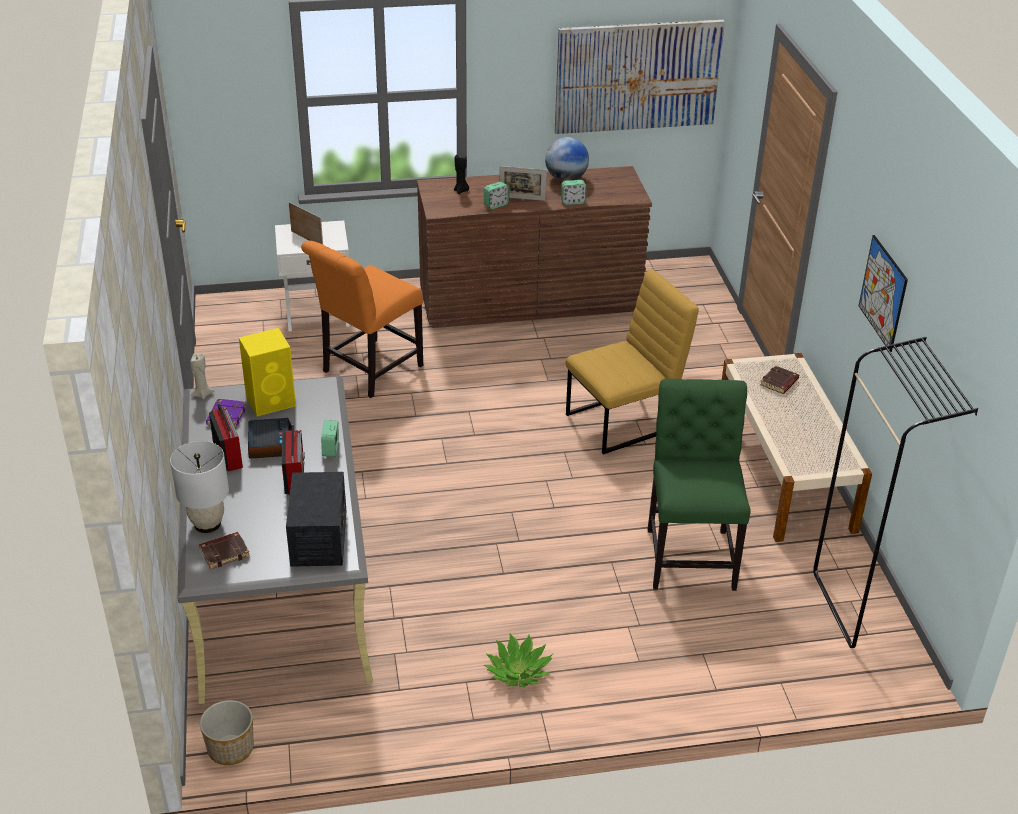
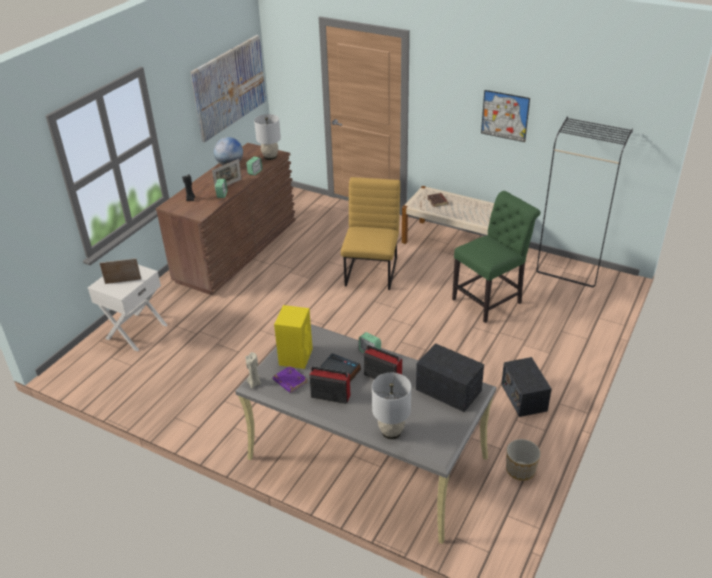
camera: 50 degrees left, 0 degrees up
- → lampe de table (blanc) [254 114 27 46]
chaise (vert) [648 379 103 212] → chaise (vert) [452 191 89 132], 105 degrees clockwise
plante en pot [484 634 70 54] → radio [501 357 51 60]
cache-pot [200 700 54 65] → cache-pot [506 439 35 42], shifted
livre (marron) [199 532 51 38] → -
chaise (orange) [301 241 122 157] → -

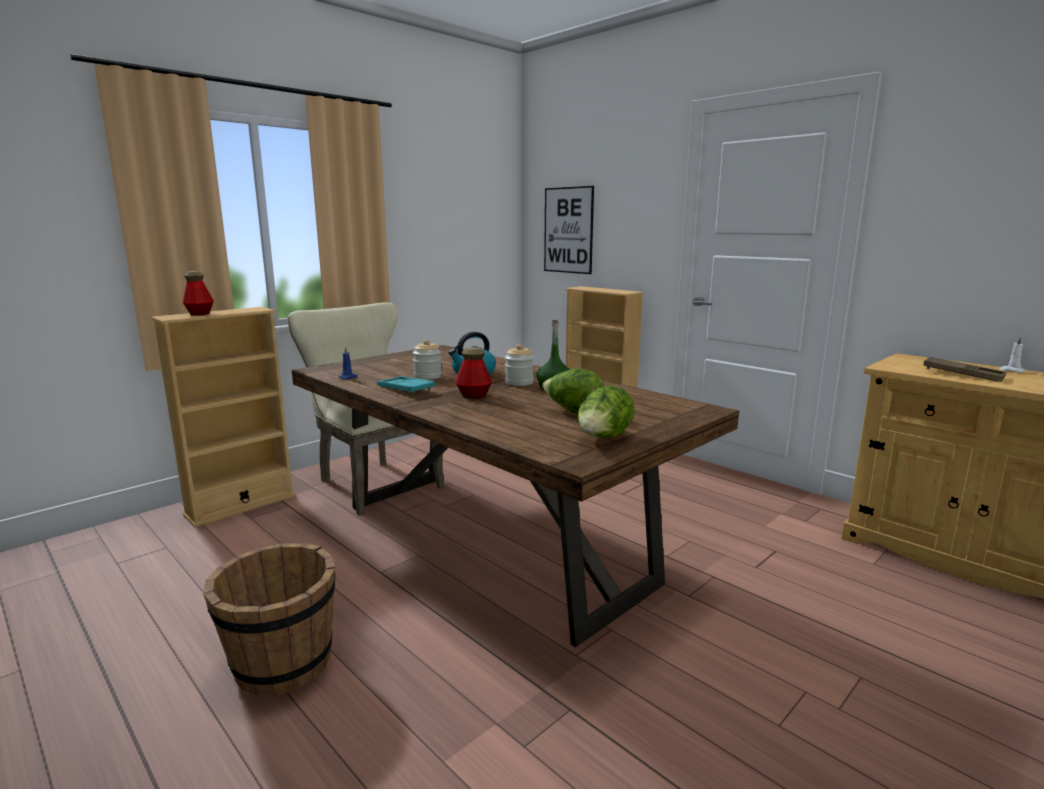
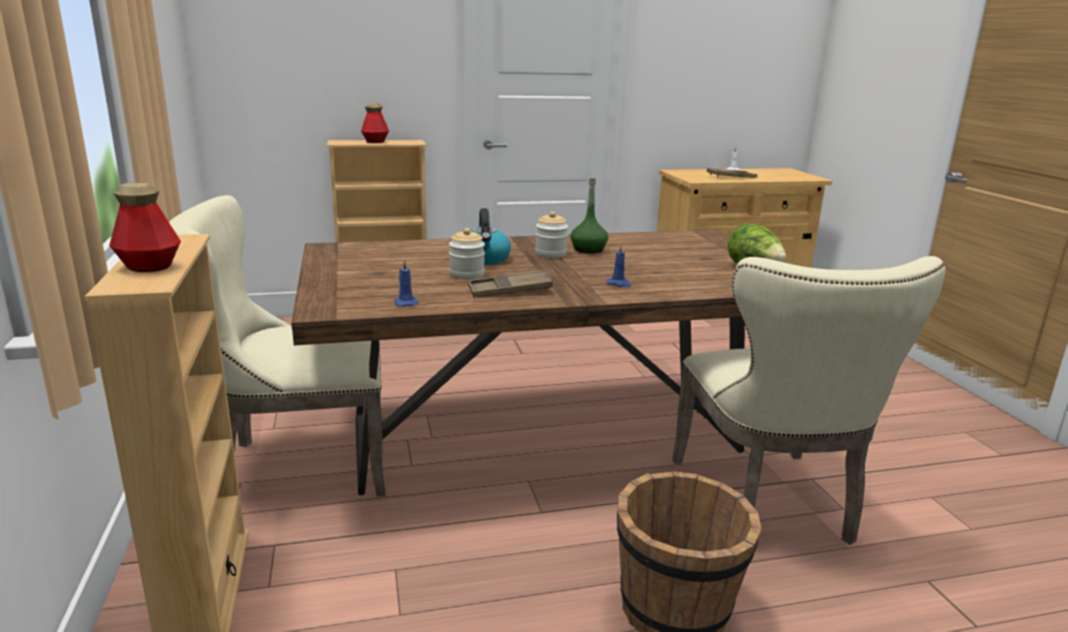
camera: 60 degrees left, 5 degrees up
bouteille [455 347 37 51] → bouteille [361 103 28 40], shifted
plateau (turquoise) [377 376 58 18] → plateau (marron) [468 270 85 27]
- → bougie (bleu) [607 244 24 43]
- → chaise (beige) [672 256 274 289]
laitue [543 368 61 46] → -
tableau [544 186 50 88] → -

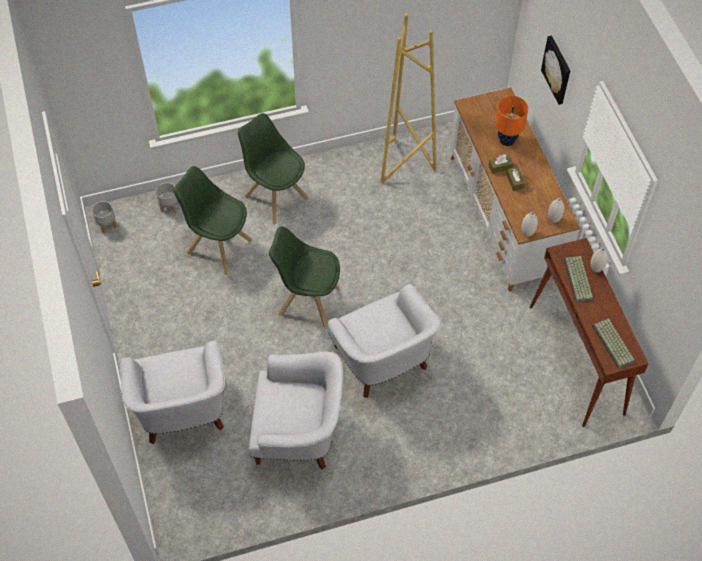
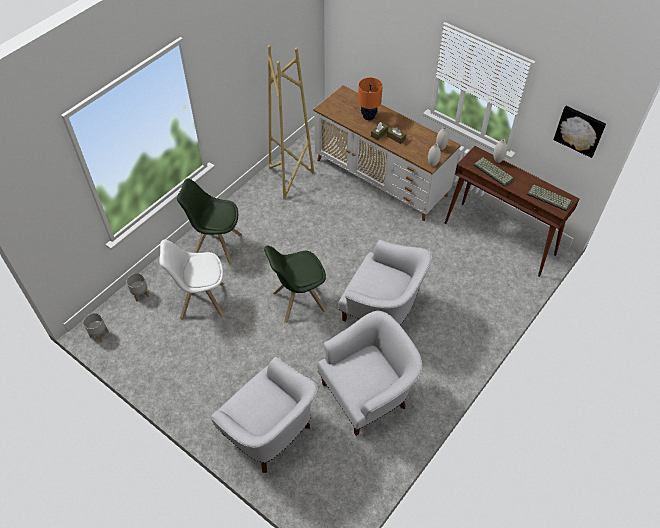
camera: 35 degrees left, 5 degrees down
chaise (vert) [174 166 78 108] → chaise (blanc) [159 240 65 79]
tableau [541 36 29 69] → tableau [553 106 53 52], shifted

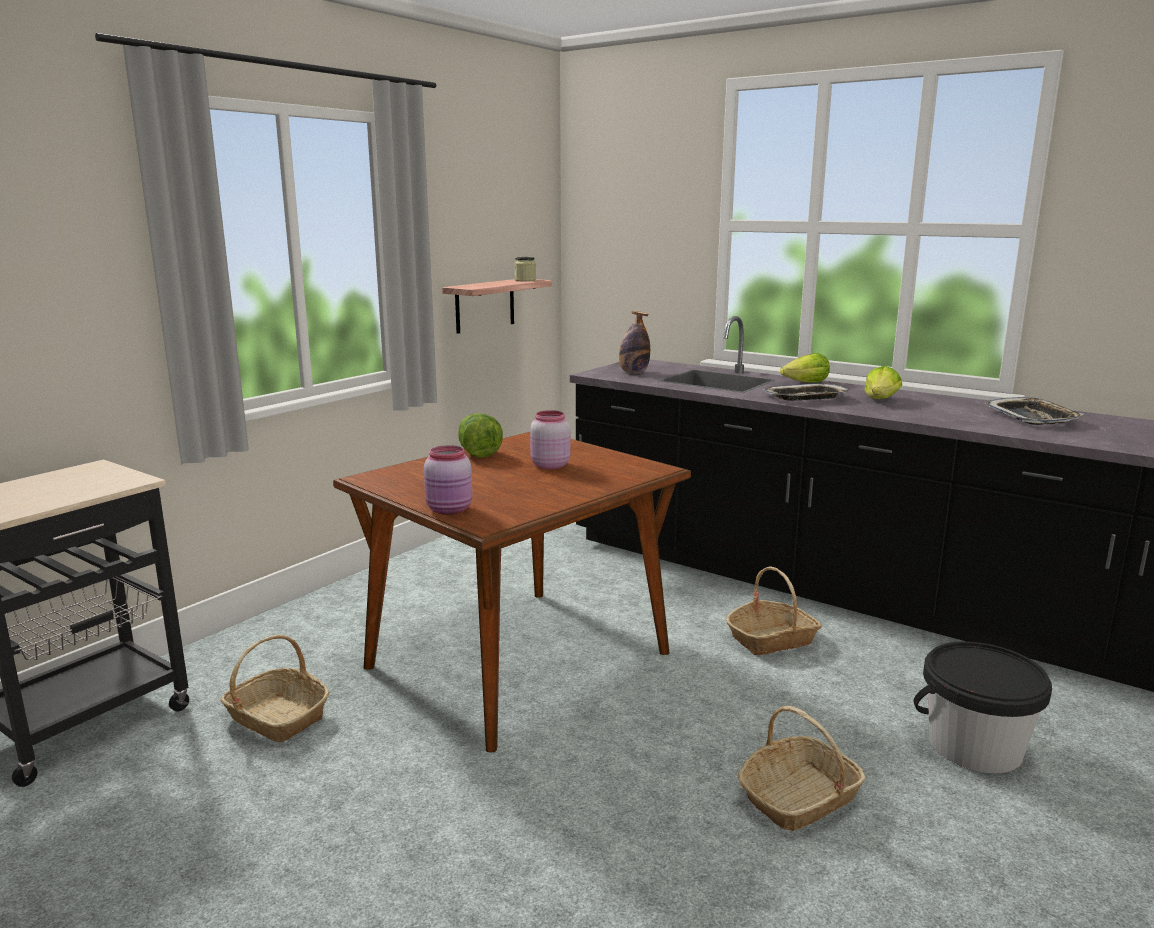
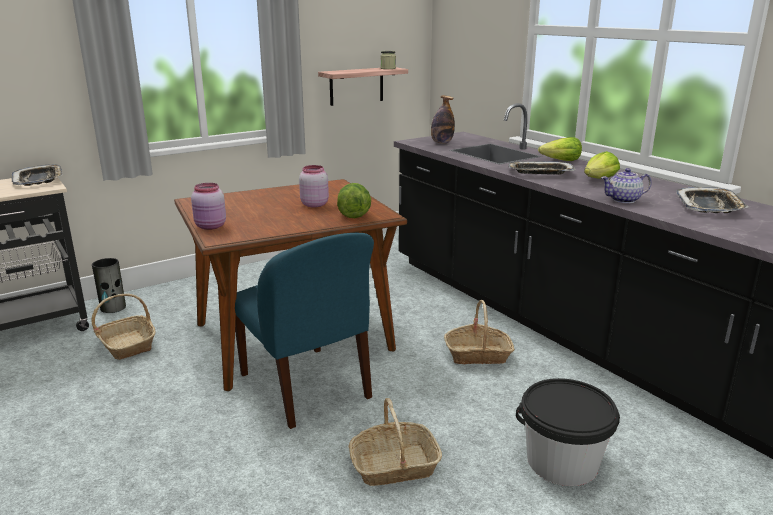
camera: 20 degrees right, 5 degrees up
- → plateau [12 164 51 22]
- → vase [92 258 34 55]
- → chaise (bleu) [235 233 139 196]
laitue [458 414 45 44] → laitue [337 183 34 35], shifted
- → théière [601 168 51 35]

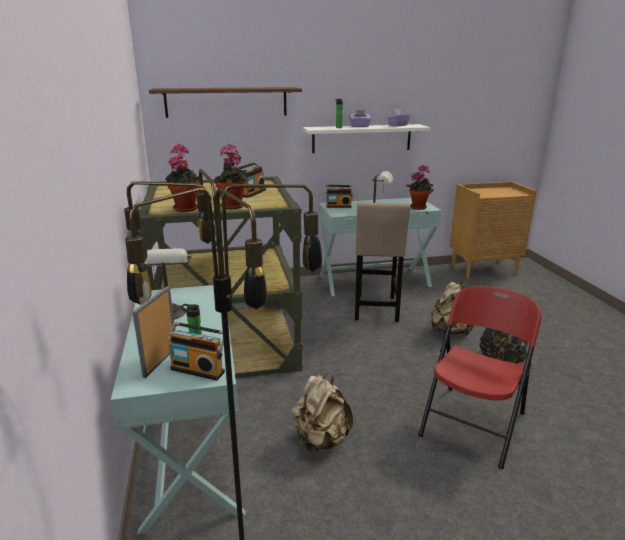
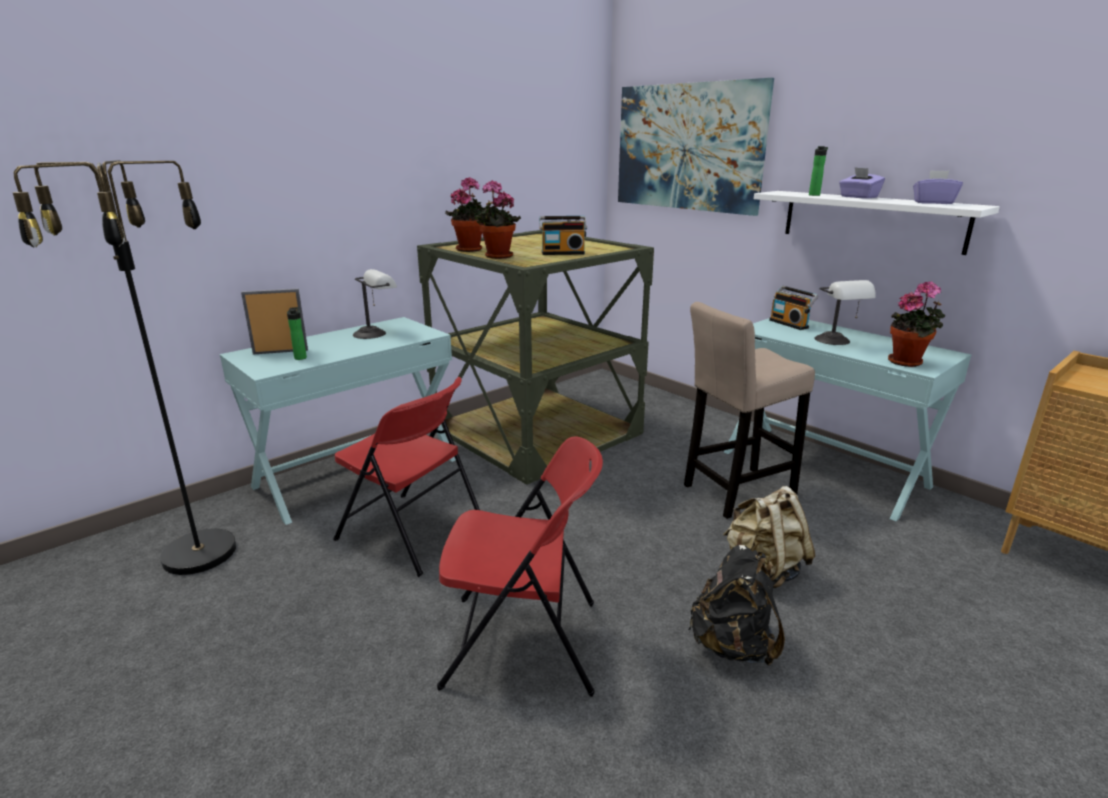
camera: 60 degrees right, 0 degrees up
sac à dos (beige) [292 373 61 79] → chaise (rouge) [333 377 147 200]
étagère [149 87 153 31] → tableau [618 78 156 138]
radio [168 322 57 59] → -

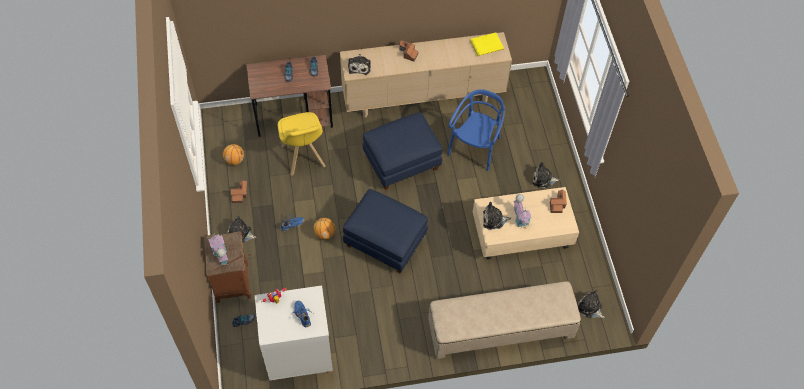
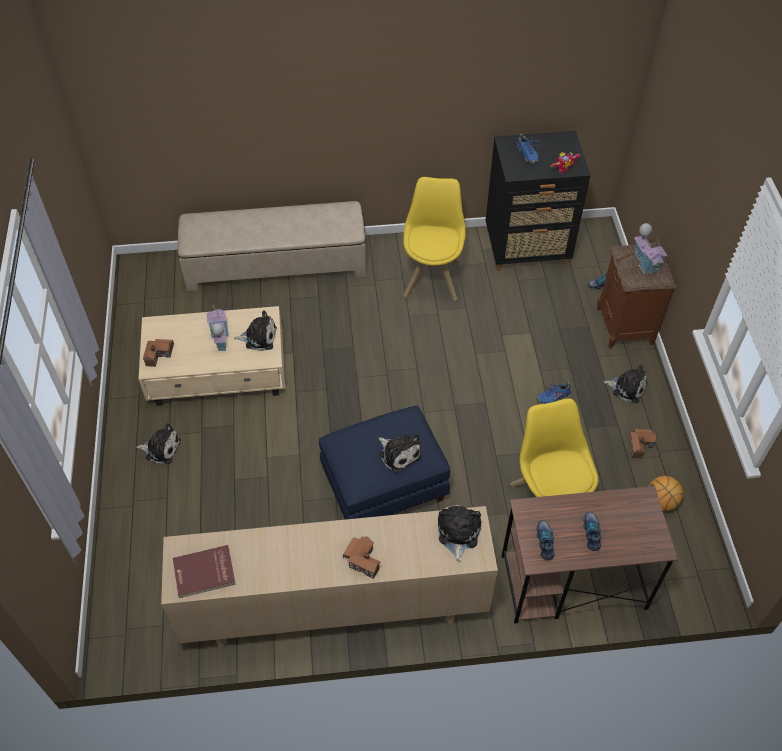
camera: 175 degrees left, 5 degrees down
livre (jaune) [470 32 34 24] → livre (rouge) [173 545 63 53]
peluche [577 290 28 29] → peluche [378 434 44 39], shifted
- → chaise (jaune) [403 177 63 124]
commode (blanc) [254 285 79 97] → commode (noir) [486 131 105 140]
ballon de basket [313 218 22 22] → -
pouf (bleu) [343 189 85 85] → -
chaise (bleu) [447 89 58 82] → -

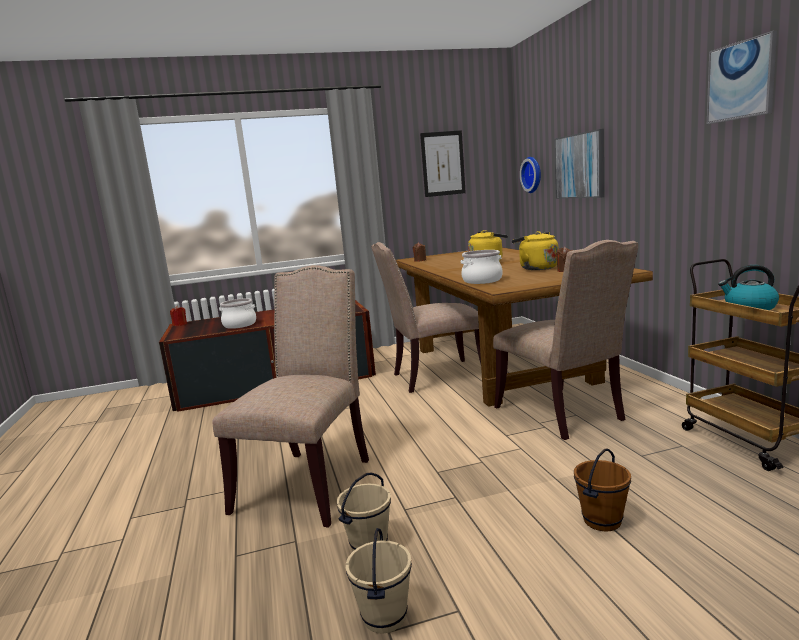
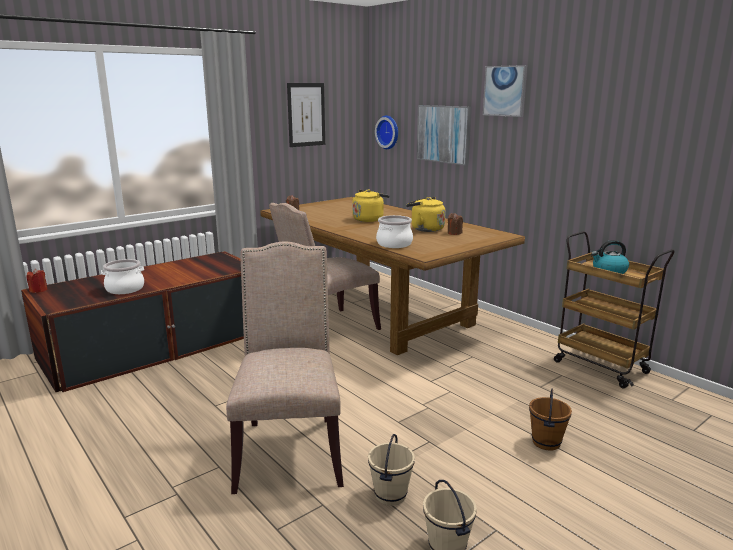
camera: 25 degrees left, 5 degrees up
tableau [707 30 70 94] → tableau [483 65 44 52], shifted
chaise (beige) [493 240 145 200] → -

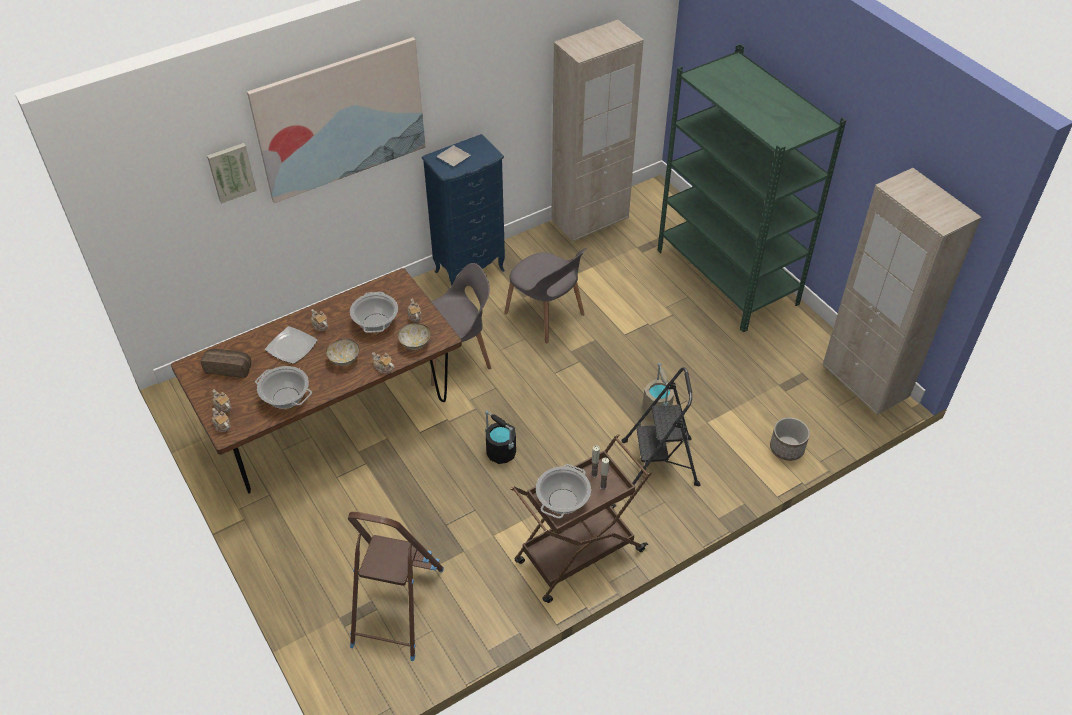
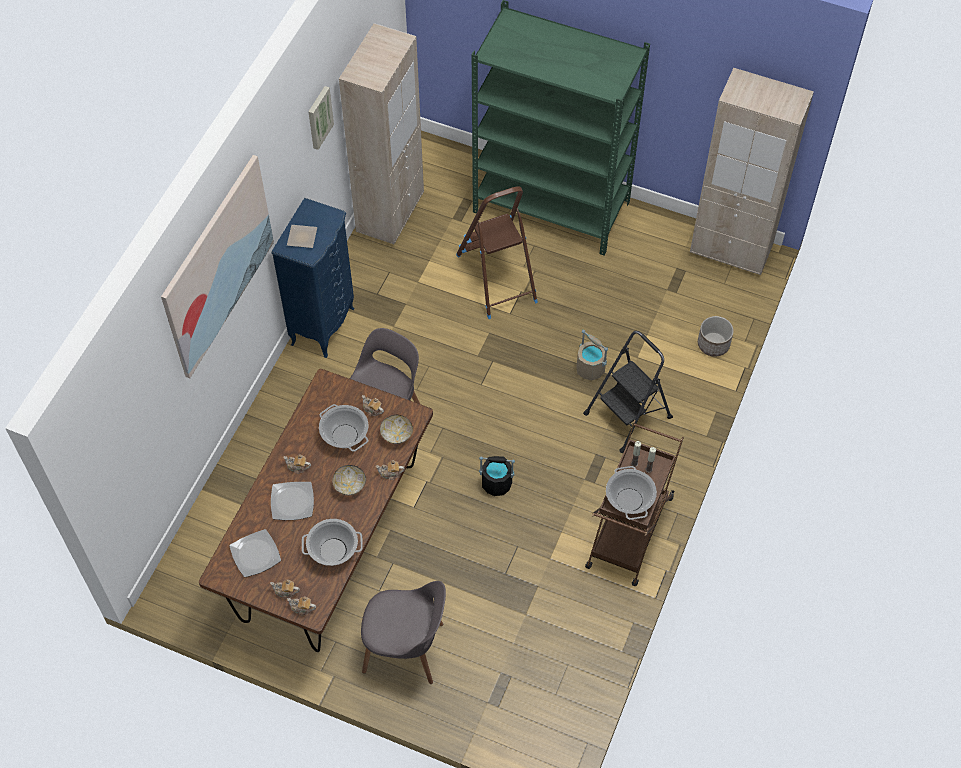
camera: 35 degrees left, 10 degrees up
pain [201 349 50 29] → assiette [229 529 52 48]
tableau [207 143 50 61] → tableau [308 86 26 64], shifted
chaise (gris) [504 248 83 95] → chaise (gris) [361 581 85 103], shifted
escabeau (marron) [348 512 96 149] → escabeau (marron) [456 186 82 133], shifted

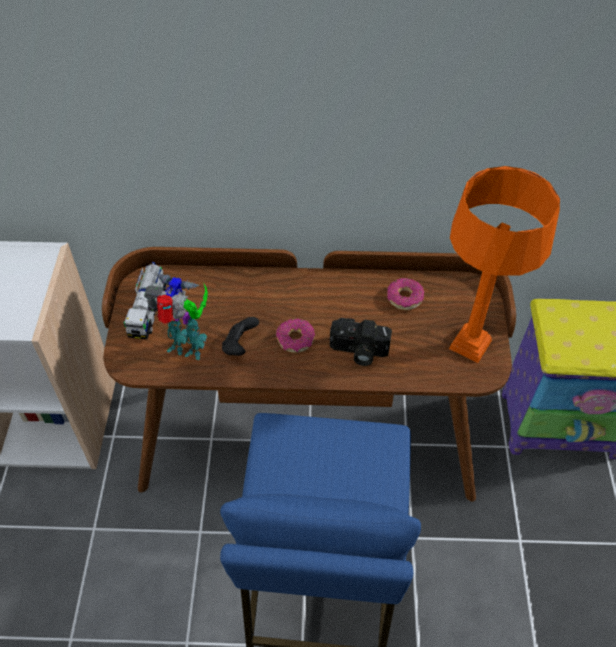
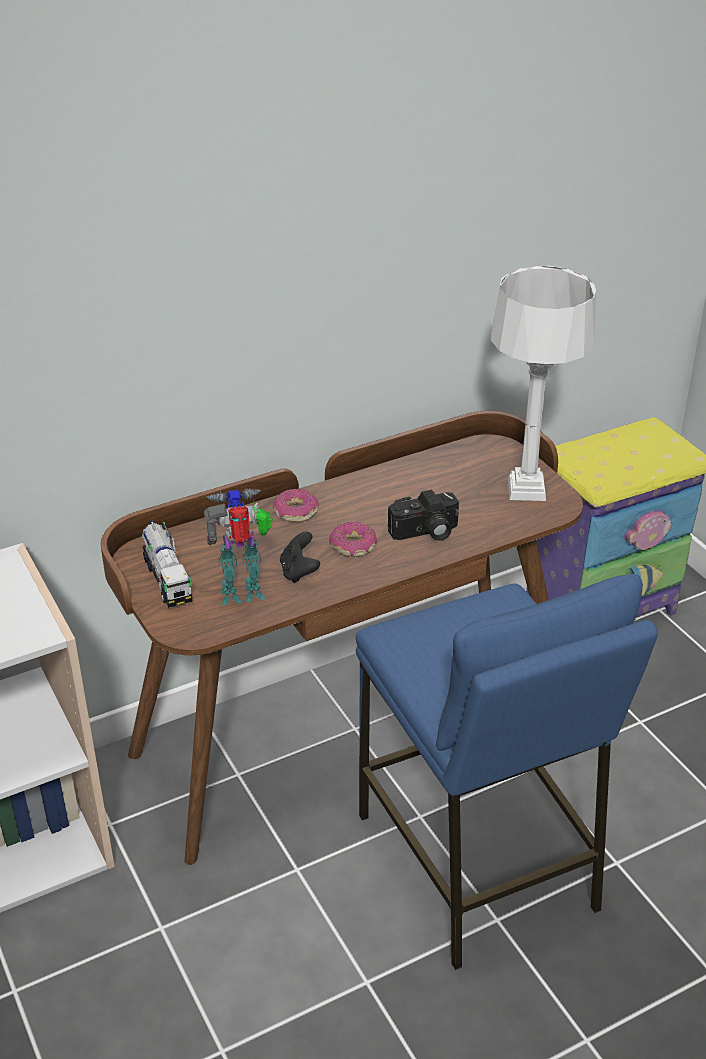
camera: 30 degrees left, 15 degrees down
beignet [387 278 37 32] → beignet [273 489 46 33], shifted
lampe de table (orange) [449 166 111 197] → lampe de table (blanc) [491 266 105 235]

